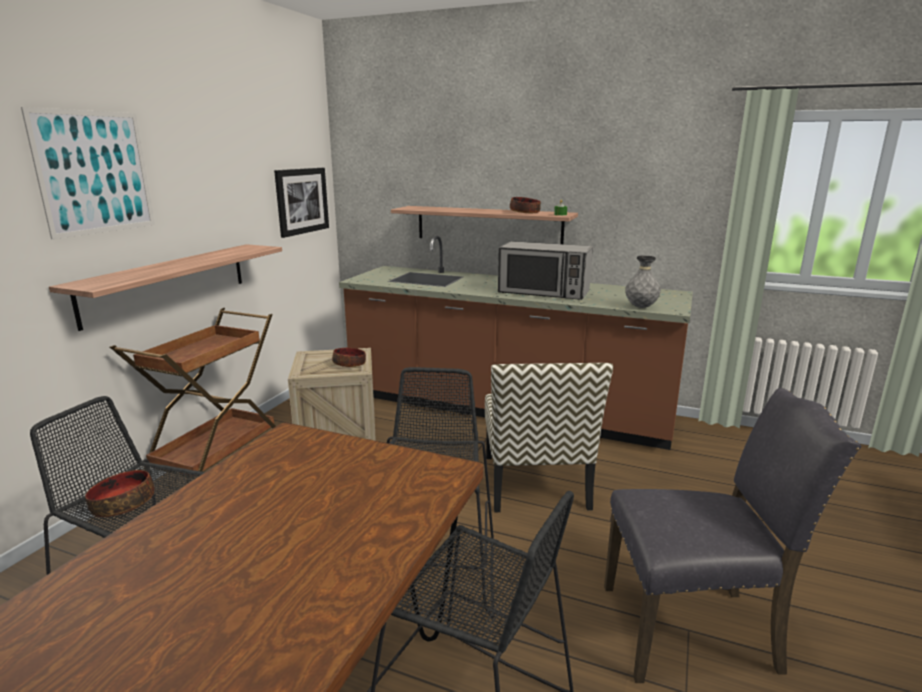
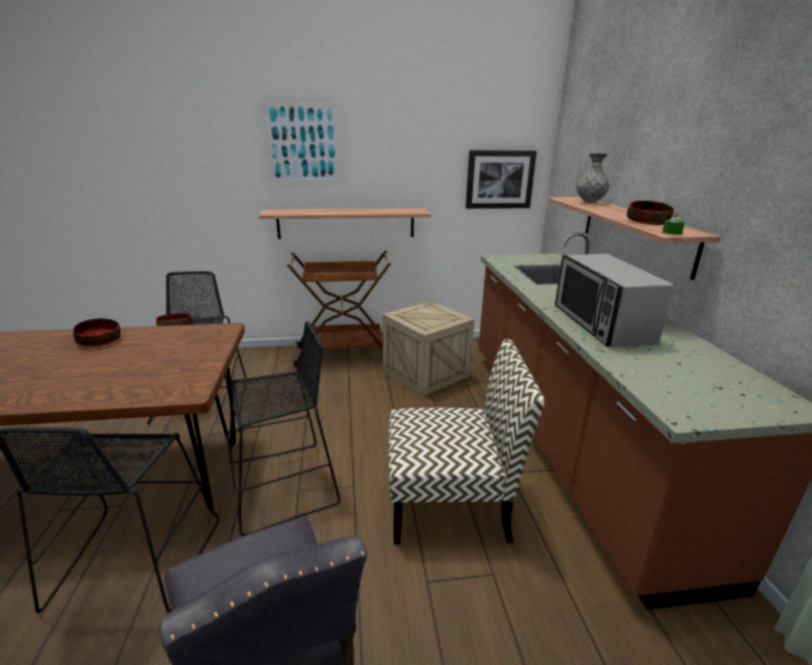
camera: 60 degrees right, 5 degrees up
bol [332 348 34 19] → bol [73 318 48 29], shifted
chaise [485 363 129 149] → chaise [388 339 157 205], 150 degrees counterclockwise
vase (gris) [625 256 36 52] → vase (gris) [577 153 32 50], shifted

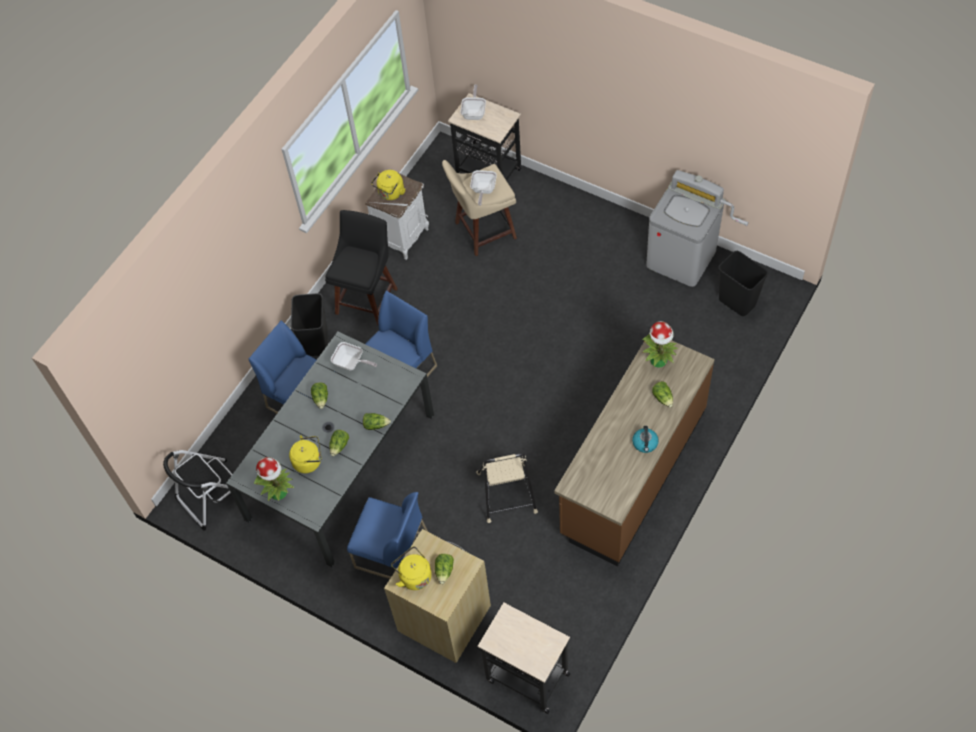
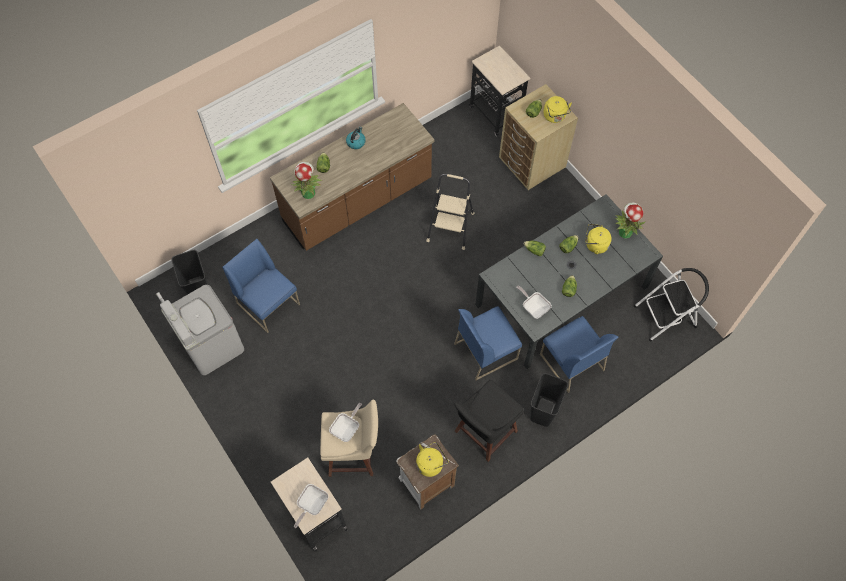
camera: 160 degrees left, 5 degrees up
chaise (bleu) [347 492 81 87] → chaise (bleu) [222 239 78 94], shifted

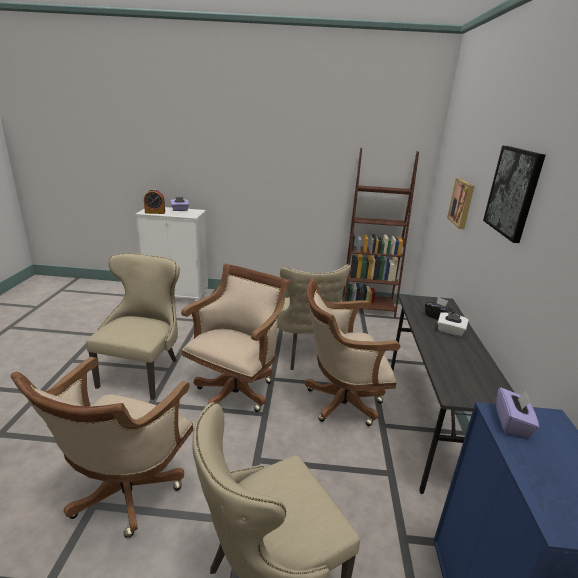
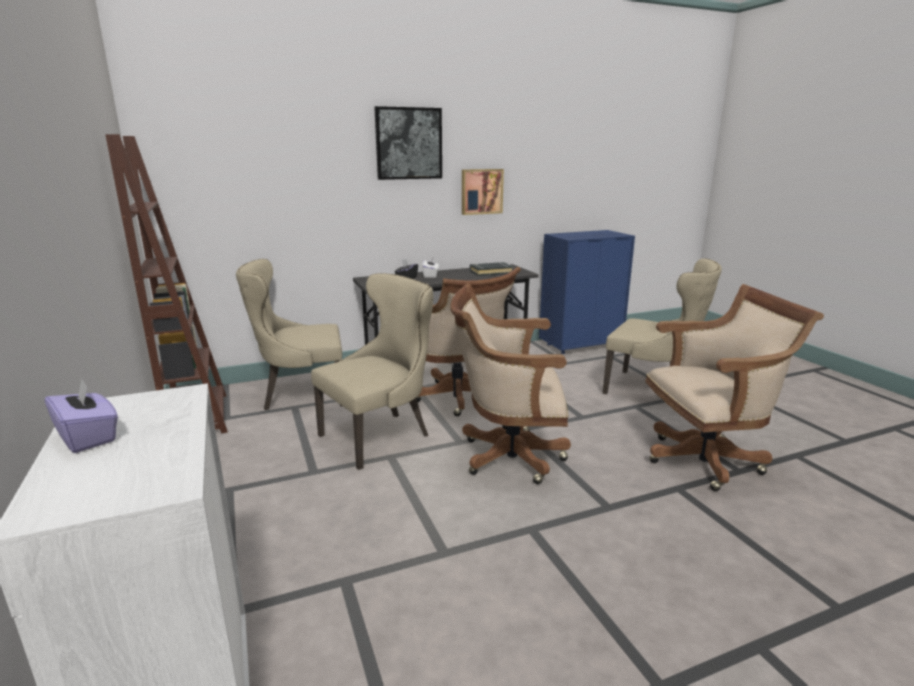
camera: 115 degrees left, 5 degrees down
chaise (beige) [86 253 94 147] → chaise (beige) [236 259 106 151], shifted
tableau [447 178 27 51] → tableau [462 169 42 46], shifted
- → livre (noir) [470 262 43 14]
réveil [144 189 21 25] → -
boîte à mouchoirs (violet) [496 387 43 50] → -

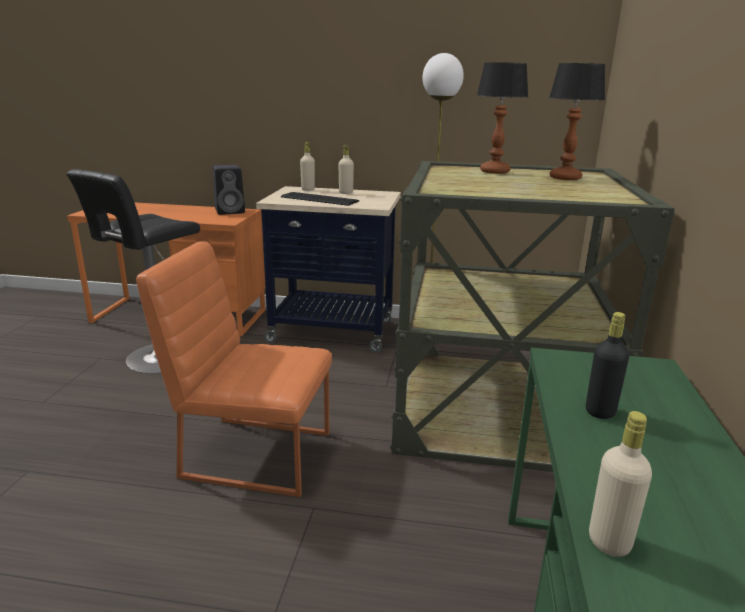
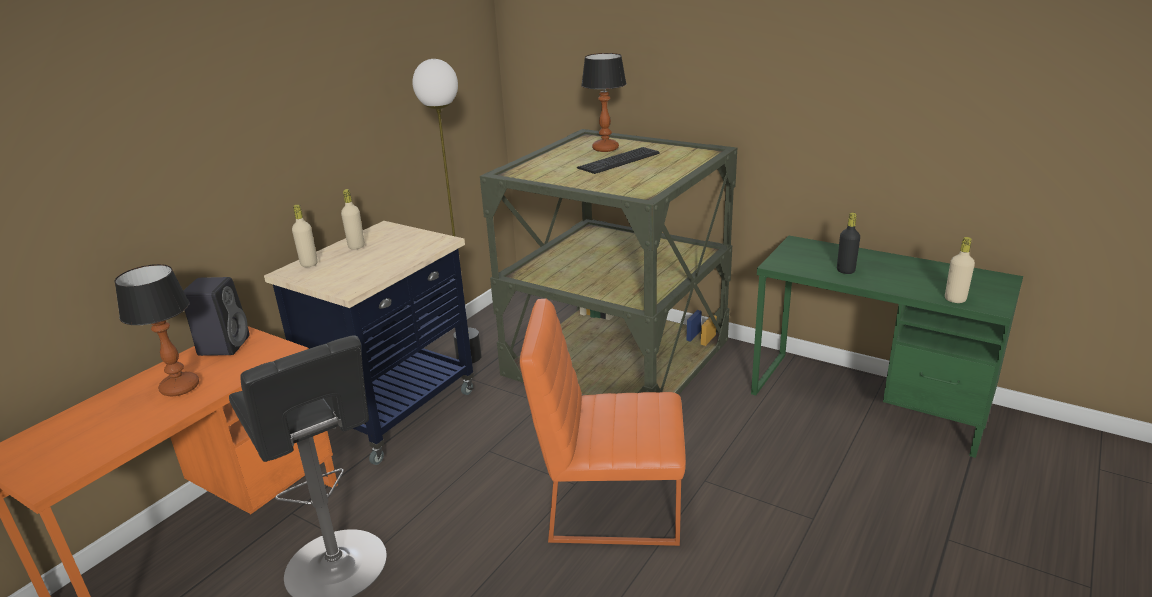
camera: 65 degrees left, 5 degrees up
lampe de table [477 62 51 112] → lampe de table [114 264 85 132], shifted
chaise (orange) [136 241 196 256] → chaise (orange) [519 299 167 247], 60 degrees clockwise
clavier [281 192 78 14] → clavier [577 147 83 27], shifted

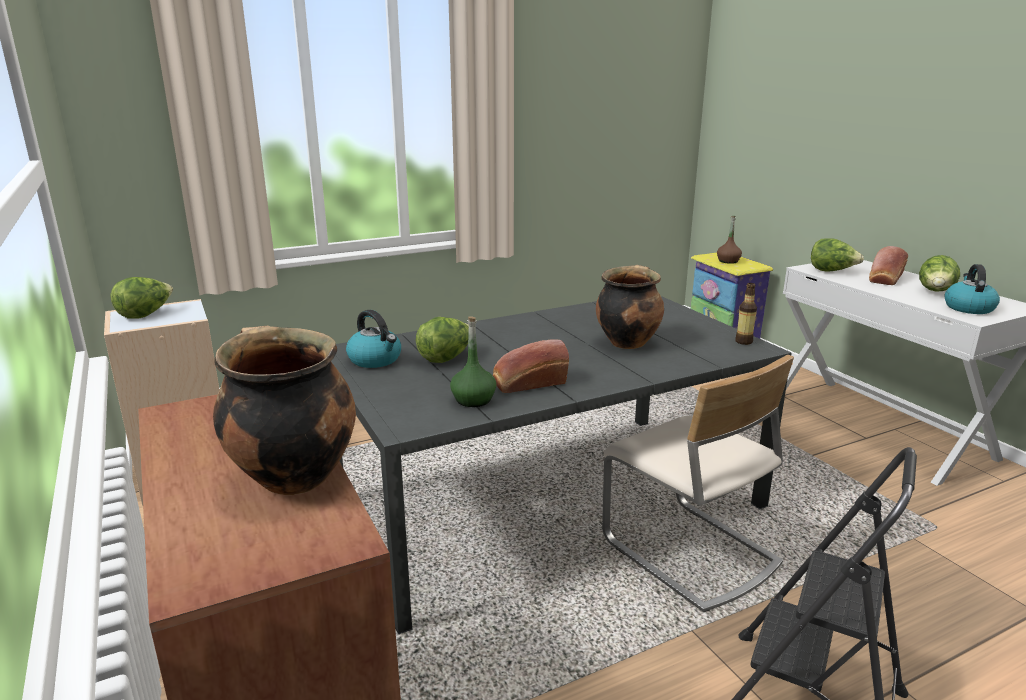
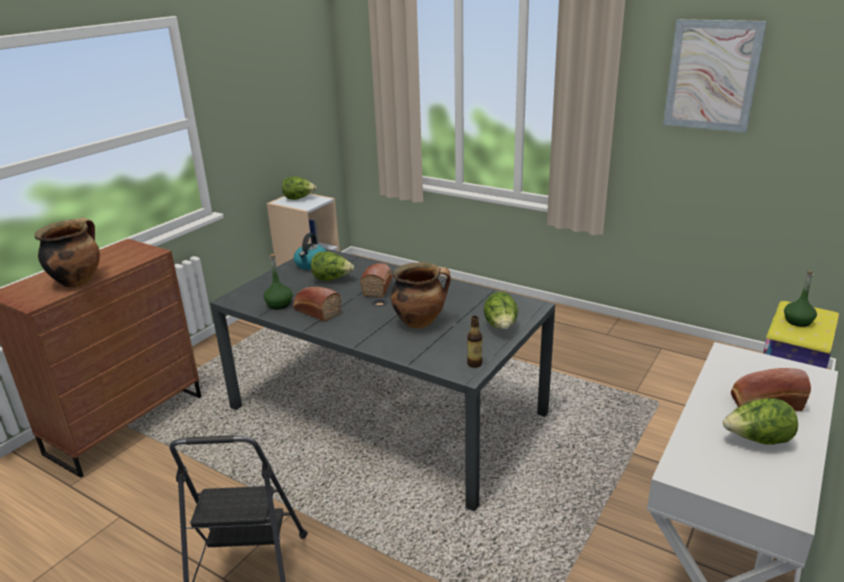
camera: 60 degrees right, 5 degrees up
- → pain [360 263 32 34]
laitue [811 238 53 34] → laitue [484 291 34 38], shifted
- → tableau [663 19 104 114]
bouteille (marron) [717 216 25 48] → bouteille (vert) [784 271 33 56]
chaise (beige) [602 355 192 257] → -
bouilloire [944 264 56 50] → -

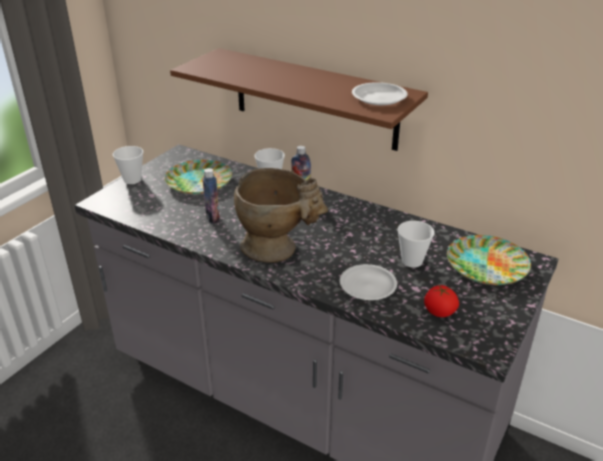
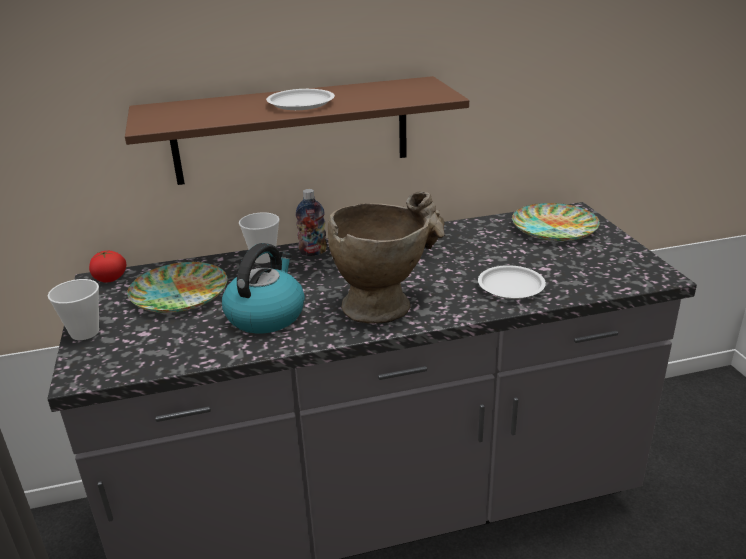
camera: 45 degrees left, 5 degrees down
tomate [424 284 35 33] → tomate [89 250 37 33], shifted
bouteille [202 168 18 56] → bouilloire [222 243 83 90]
assiette (blanc) [352 82 56 23] → assiette (blanc) [266 89 69 21], shifted
tasse [397 221 38 47] → -

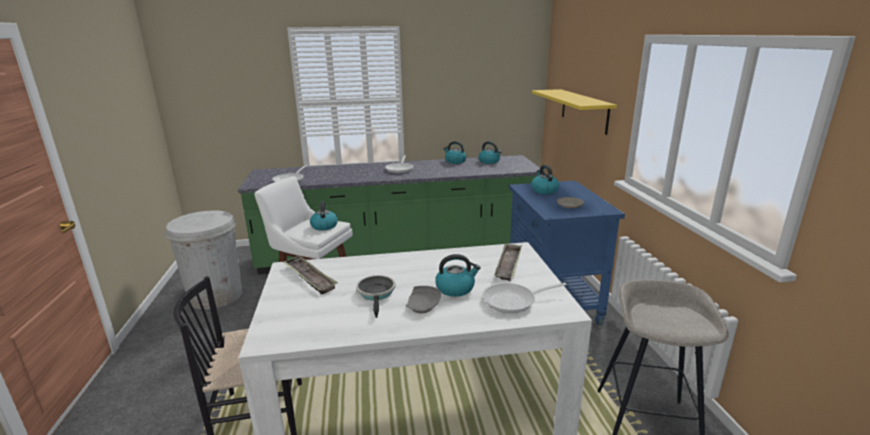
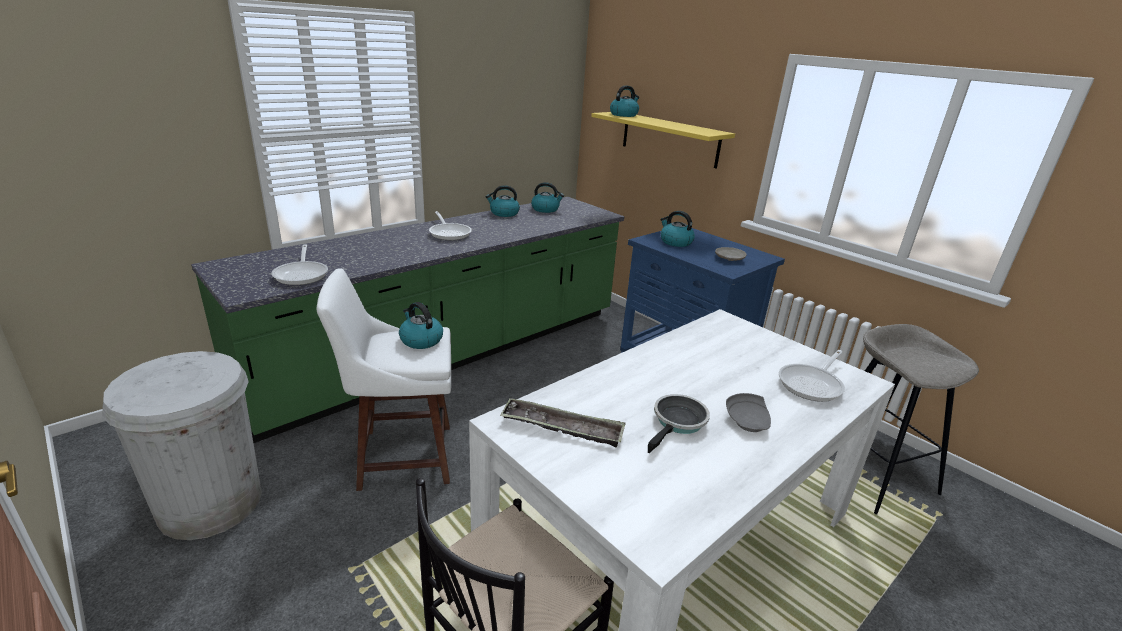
camera: 35 degrees left, 5 degrees up
bouilloire [435 254 46 43] → bouilloire [610 85 29 32], shifted
poêle [356 275 40 43] → poêle [648 394 62 59], 75 degrees clockwise
plateau [494 243 28 38] → -

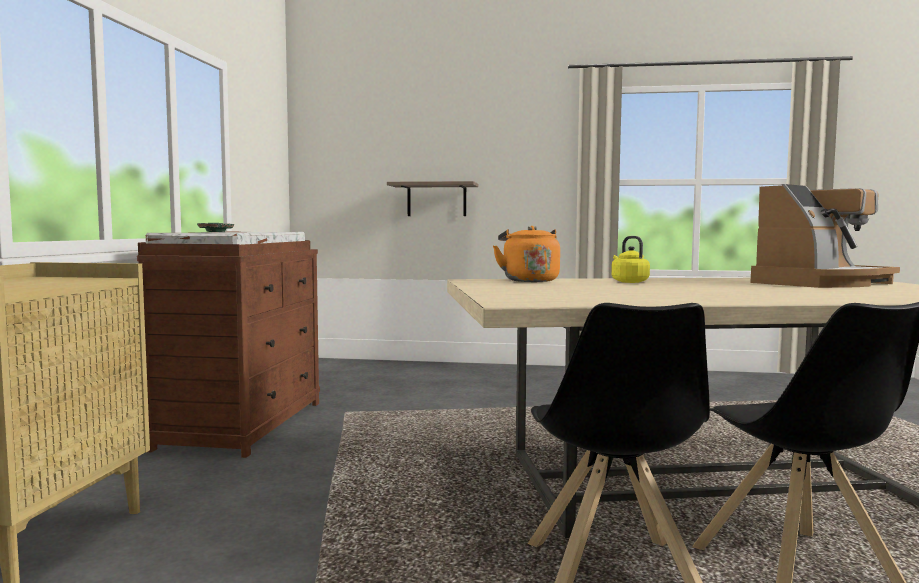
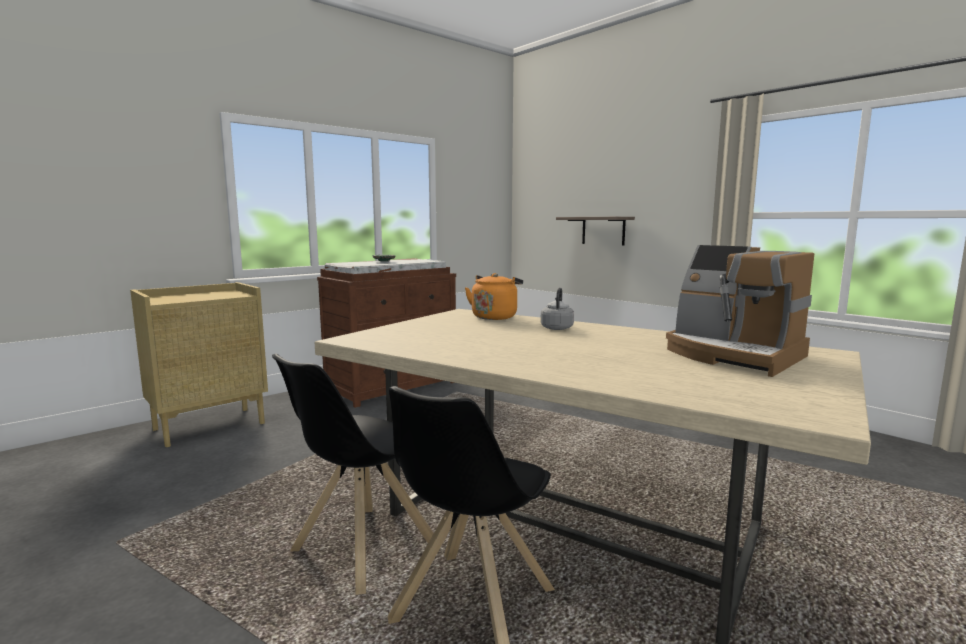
camera: 40 degrees right, 5 degrees up
bouilloire (jaune) [611 236 39 47] → bouilloire (gris) [541 288 33 42]
machine à café [750 184 150 104] → machine à café [666 245 148 132], 45 degrees clockwise

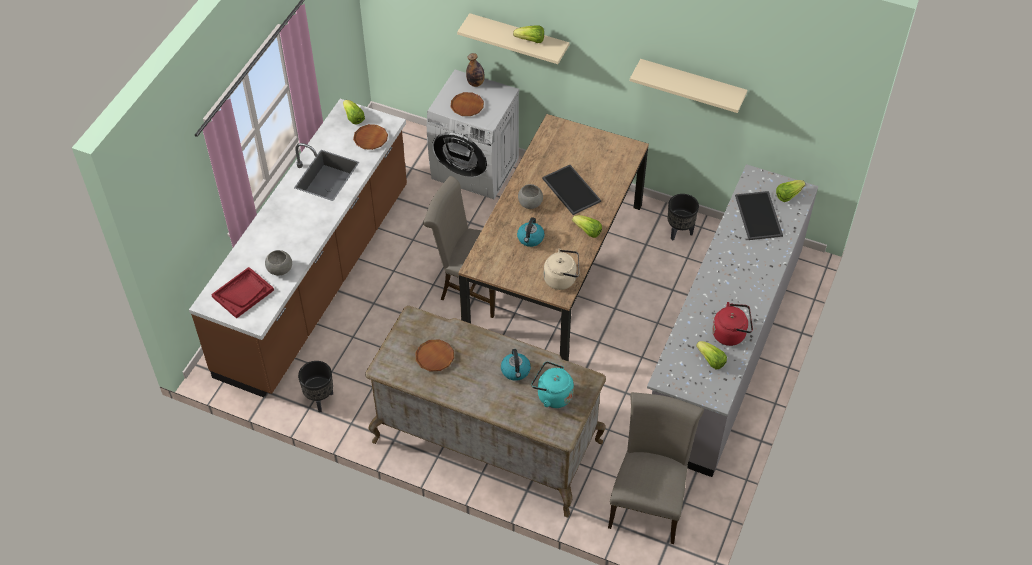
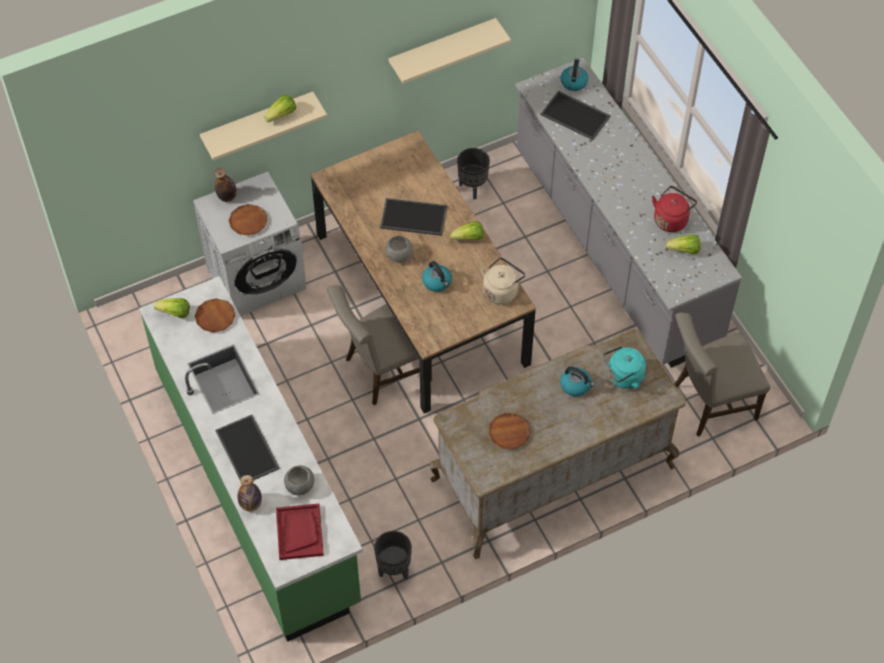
camera: 50 degrees left, 5 degrees up
comptoir de cuisine (marron) [189 99 218 299] → comptoir de cuisine (vert) [139 276 224 366]
- → plateau [215 415 65 65]
- → bouteille [238 475 24 36]
laitue [776 180 29 22] → bouilloire [561 59 27 32]
chaise (beige) [608 392 96 152] → chaise (beige) [674 312 96 125], 75 degrees counterclockwise

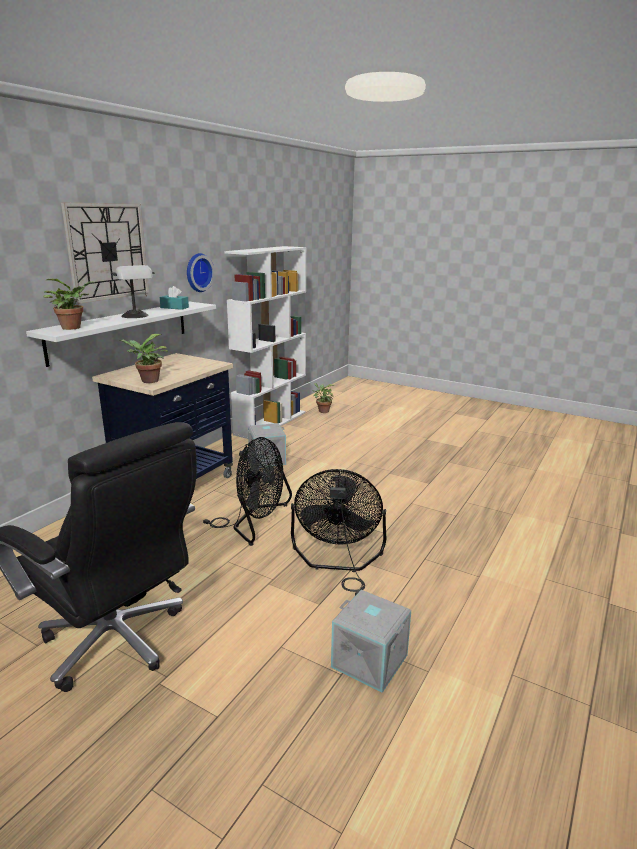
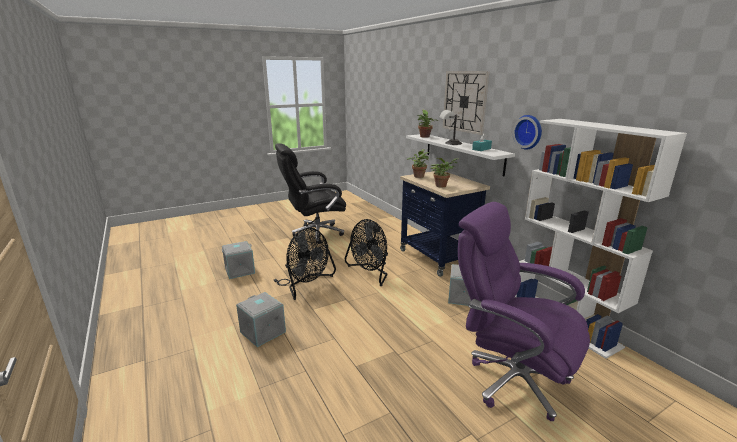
camera: 120 degrees right, 0 degrees up
- → boîte de rangement (gris) [236 292 50 55]
plante en pot [312 383 22 30] → plante en pot [431 157 27 31], shifted
- → chaise de bureau (violet) [458 202 132 220]

